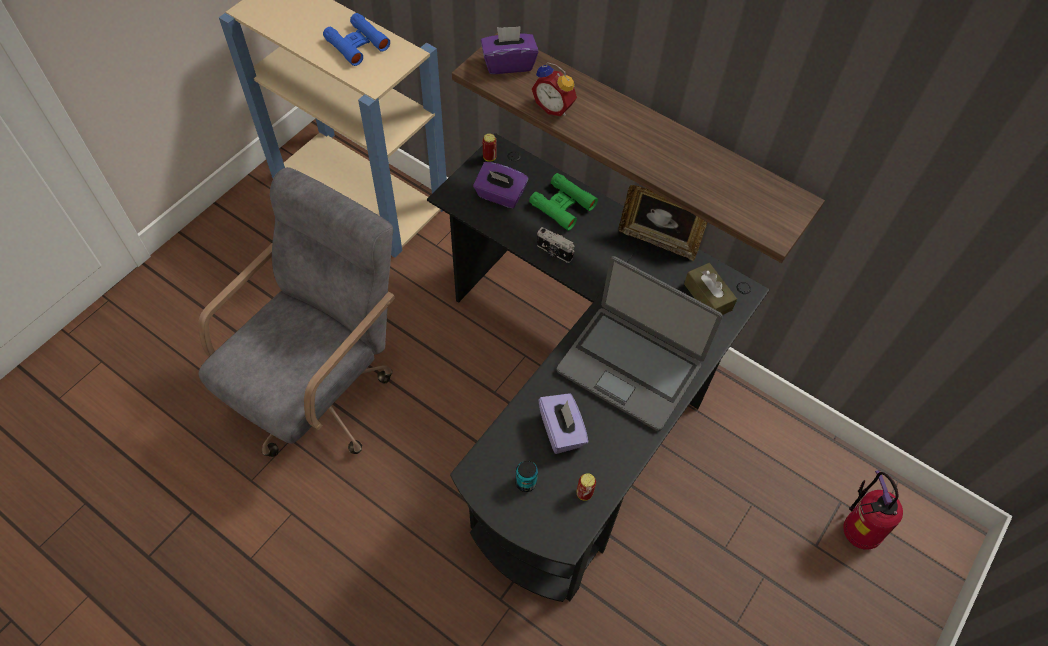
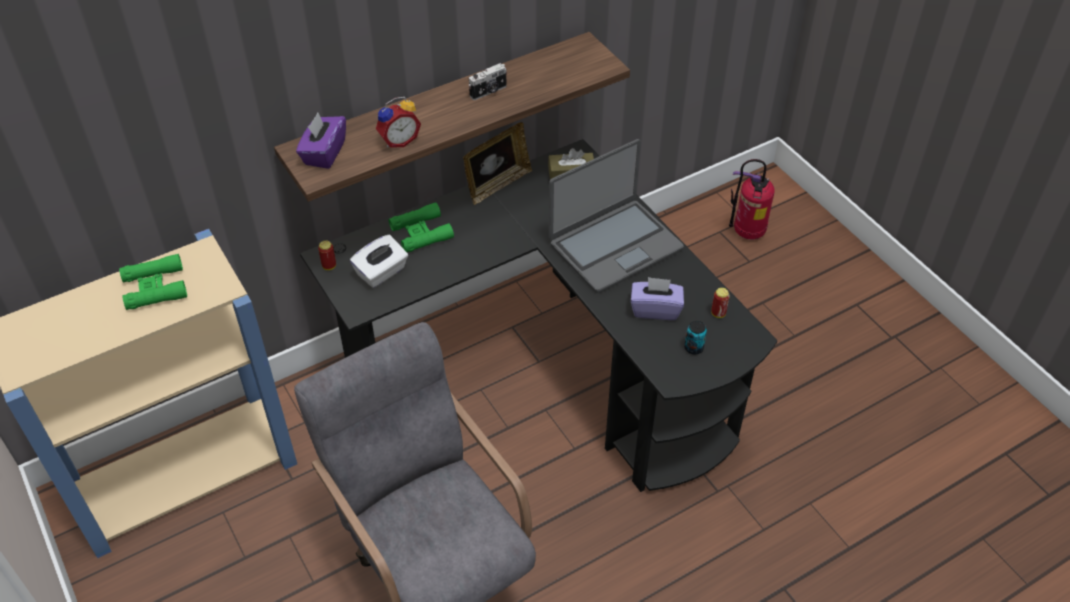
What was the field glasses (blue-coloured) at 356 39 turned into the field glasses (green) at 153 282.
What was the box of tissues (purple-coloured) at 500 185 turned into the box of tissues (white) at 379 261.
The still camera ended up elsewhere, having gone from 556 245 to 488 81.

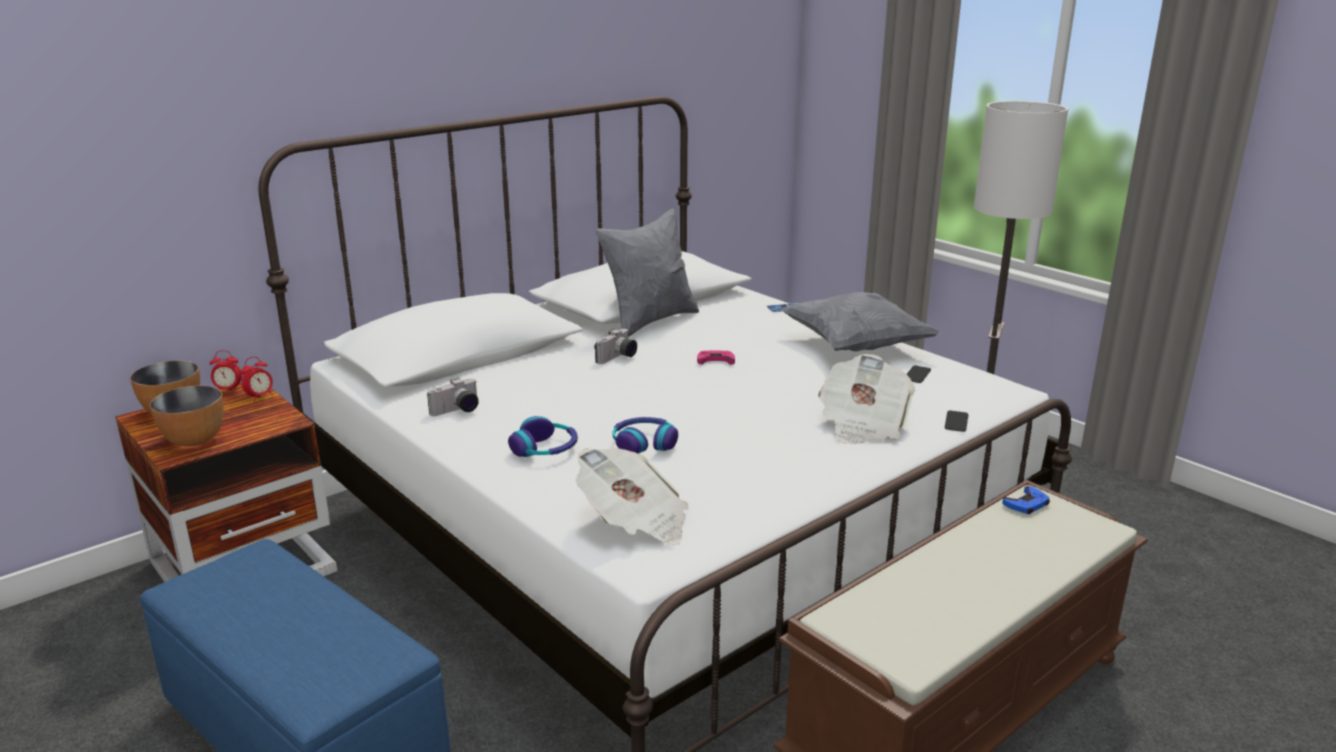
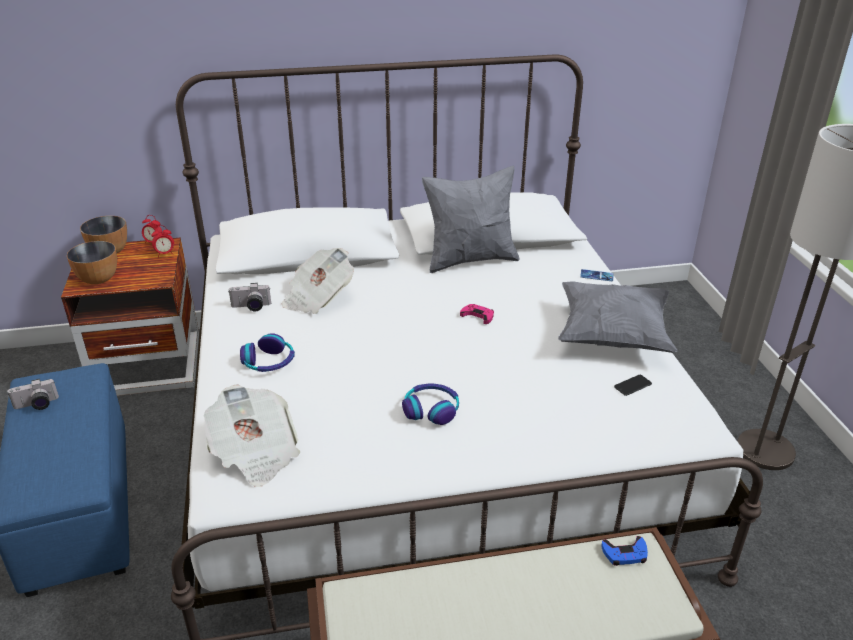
The still camera ended up elsewhere, having gone from 615 346 to 33 394.
The headphones ended up elsewhere, having gone from 645 435 to 430 404.
The printed paper ended up elsewhere, having gone from 866 399 to 318 281.
The second view lost the phone at 956 421.

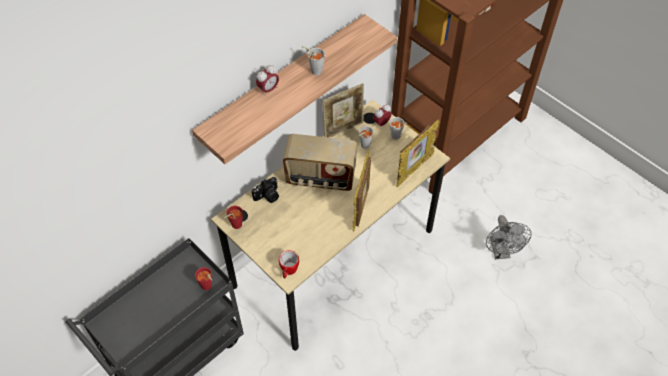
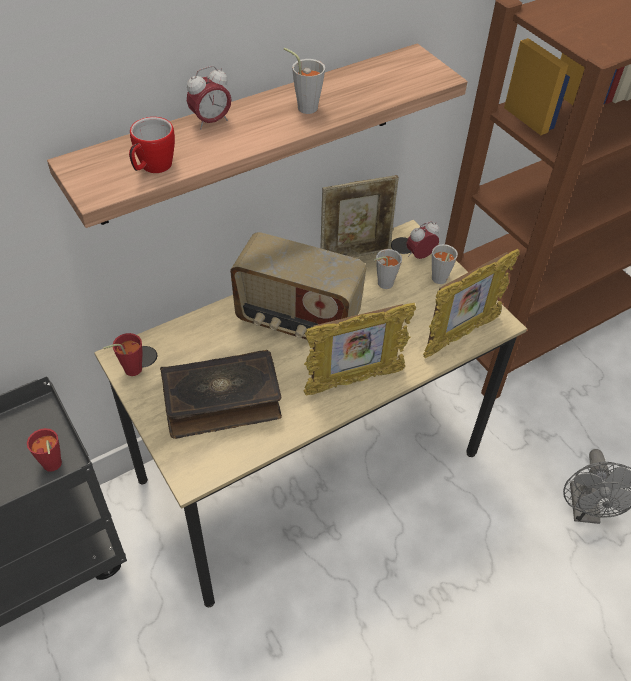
The second view lost the still camera at 265 190.
The mug ended up elsewhere, having gone from 289 264 to 152 145.
The standing frame at 362 191 ended up facing another way, 135 degrees counterclockwise from before.
The second view gained the volume at 221 394.

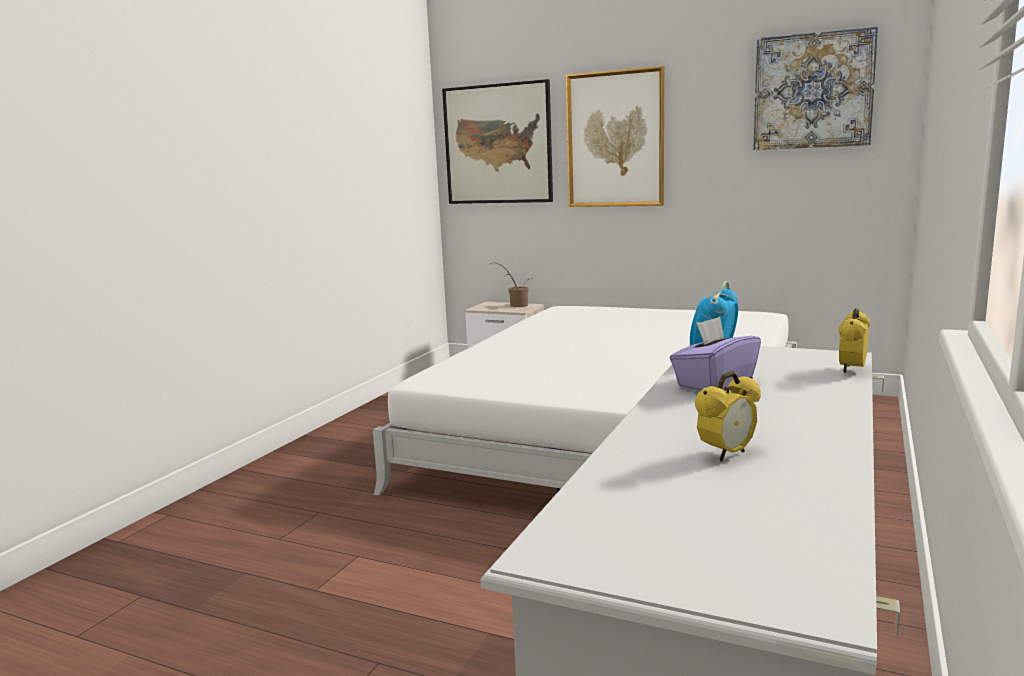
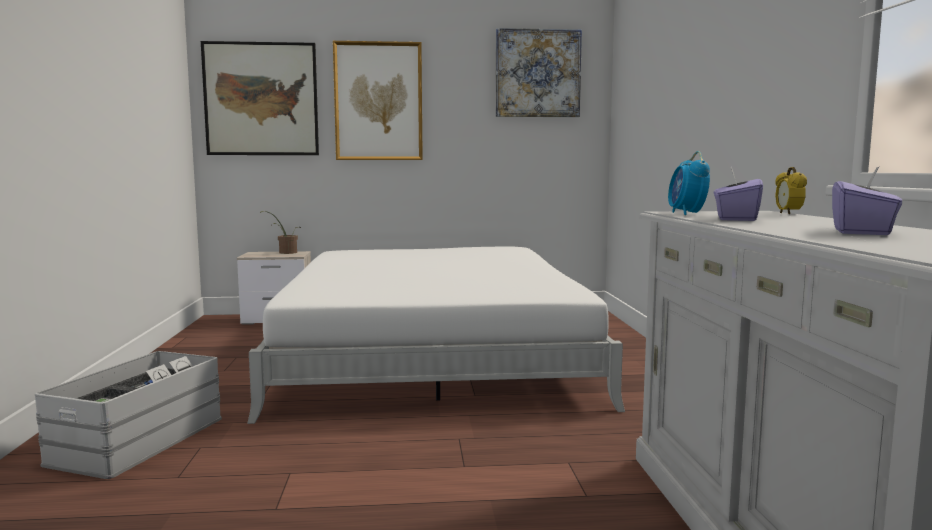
Where the table clock stood at 728 416, the box of tissues (purple-coloured) came to stand at 867 201.
The second view gained the storage container (gray) at 128 415.

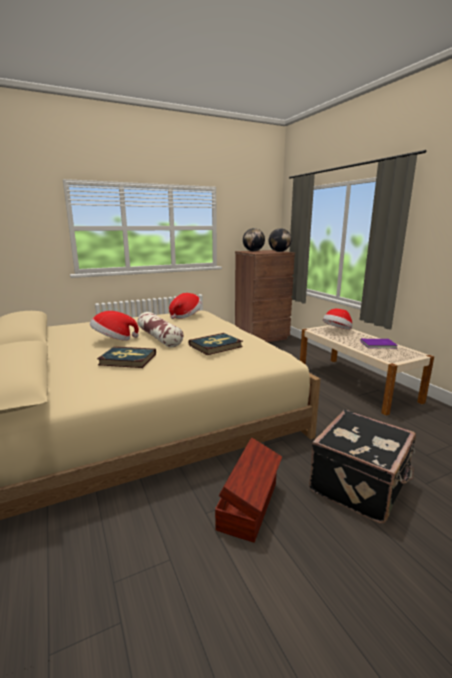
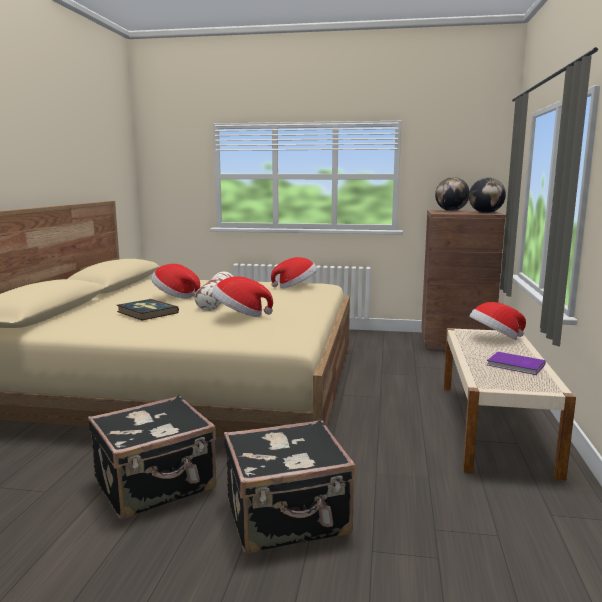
Where the volume stood at 216 344, the wearable hat came to stand at 242 296.
Where the storage container (brown) stood at 248 490, the piece of luggage (black-coloured) came to stand at 152 457.

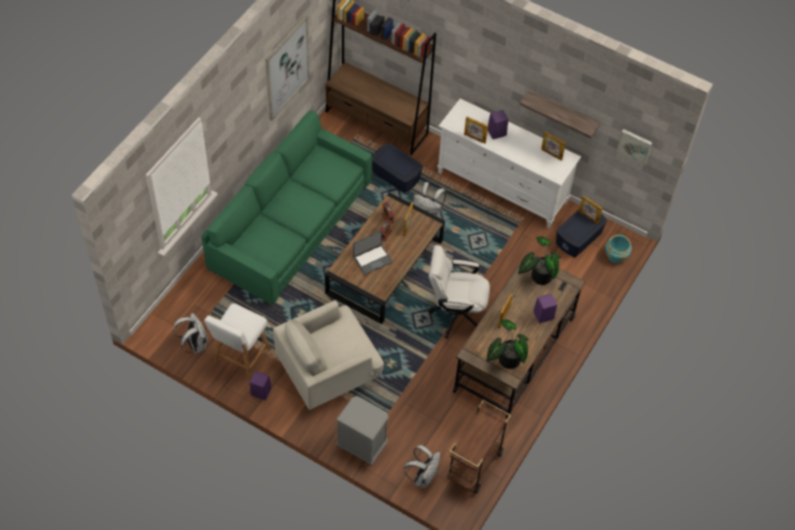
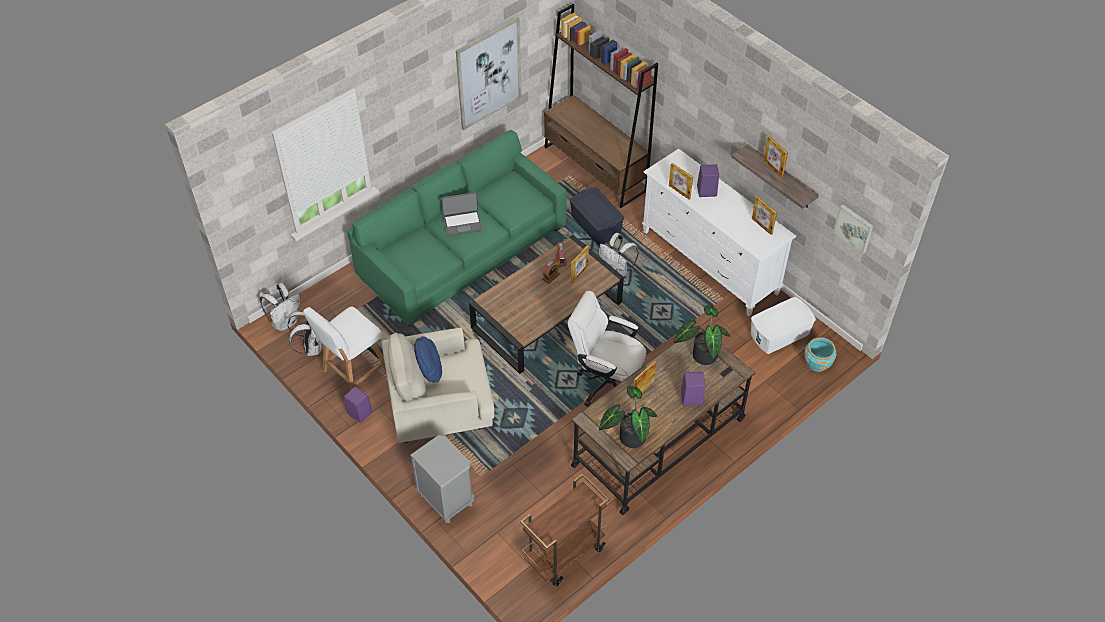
The laptop ended up elsewhere, having gone from 373 253 to 462 214.
The rucksack (white) ended up elsewhere, having gone from 422 466 to 280 307.
What was the storage container (blue-coloured) at 581 233 turned into the storage container (white) at 783 325.
The standing frame ended up elsewhere, having gone from 591 209 to 775 156.
The second view gained the pillow (blue-coloured) at 428 359.

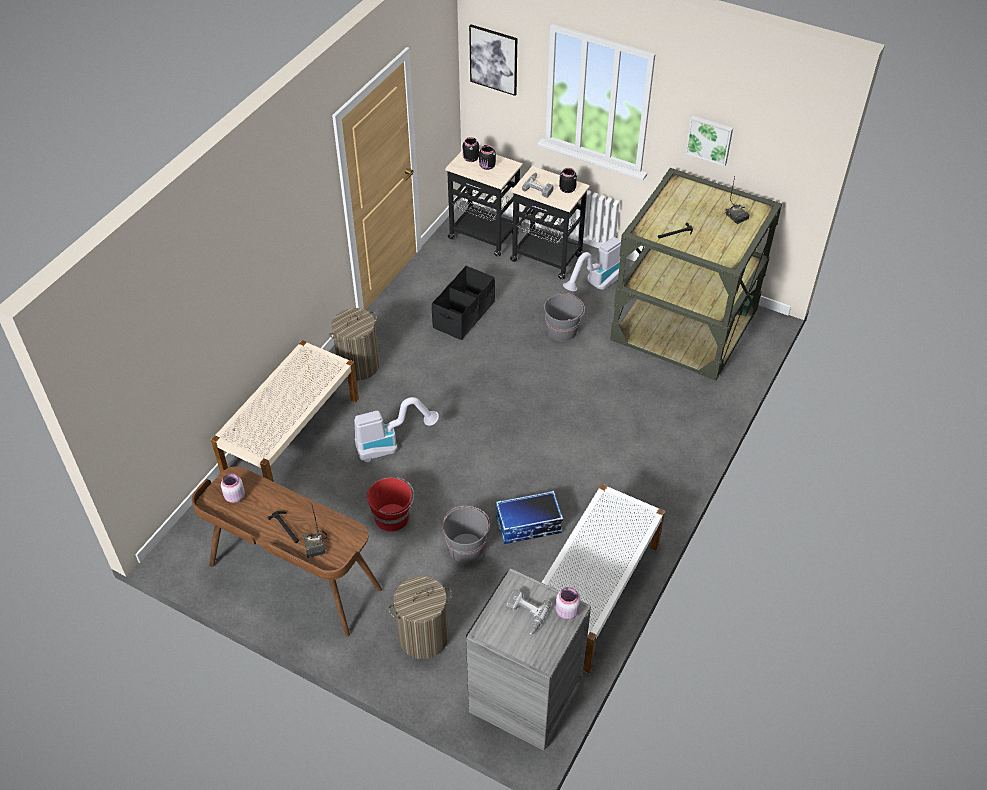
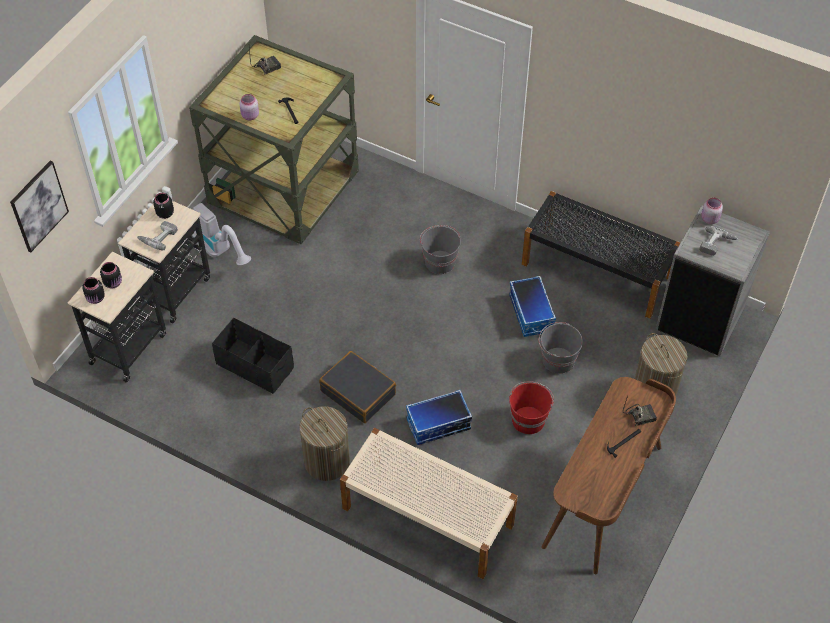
The preserve jar (pink) ended up elsewhere, having gone from 233 488 to 249 107.
Where the vacuum stood at 396 429, the storage container came to stand at 439 417.
What was the bench (white) at 603 578 turned into the bench (black-coloured) at 601 255.
The bucket (gray) ended up elsewhere, having gone from 564 317 to 440 250.
The second view lost the picture at 709 141.
The second view gained the piece of luggage (black-coloured) at 357 387.

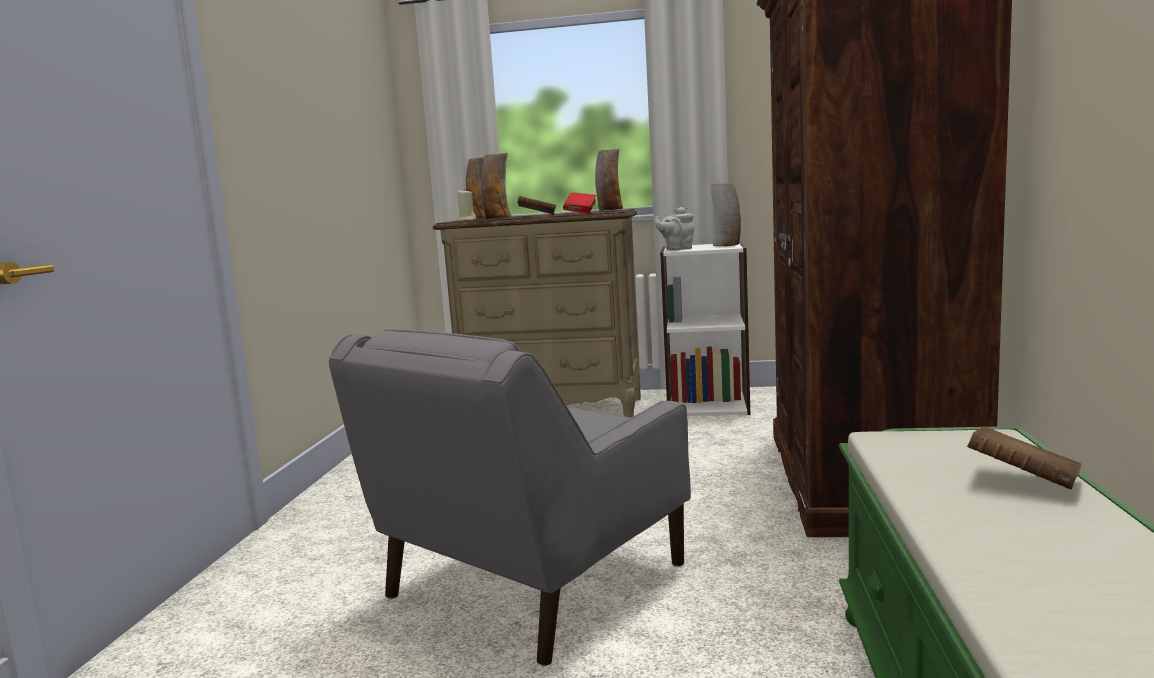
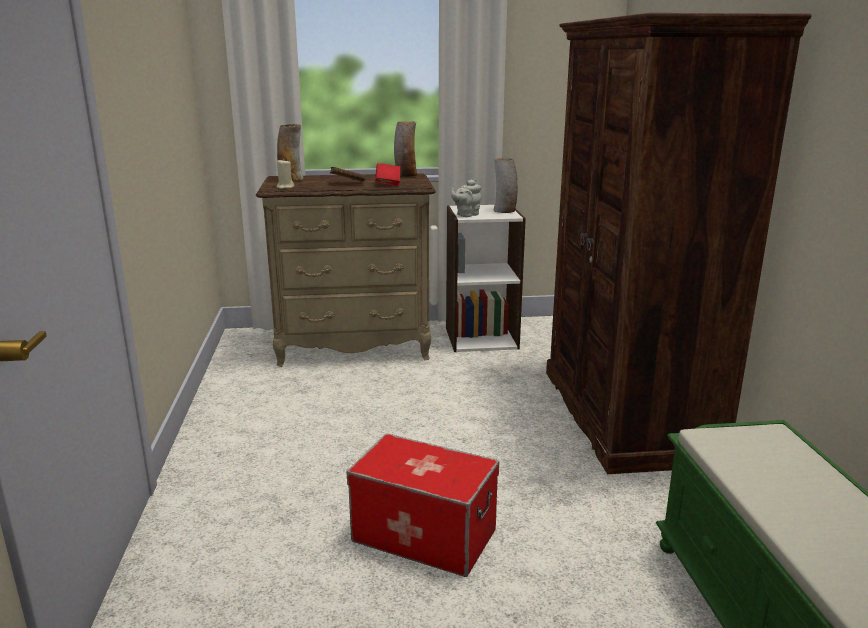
Where the easy chair (gray) stood at 510 497, the storage container came to stand at 422 505.
The second view lost the vase at 496 186.
The second view lost the volume (brown) at 1024 457.

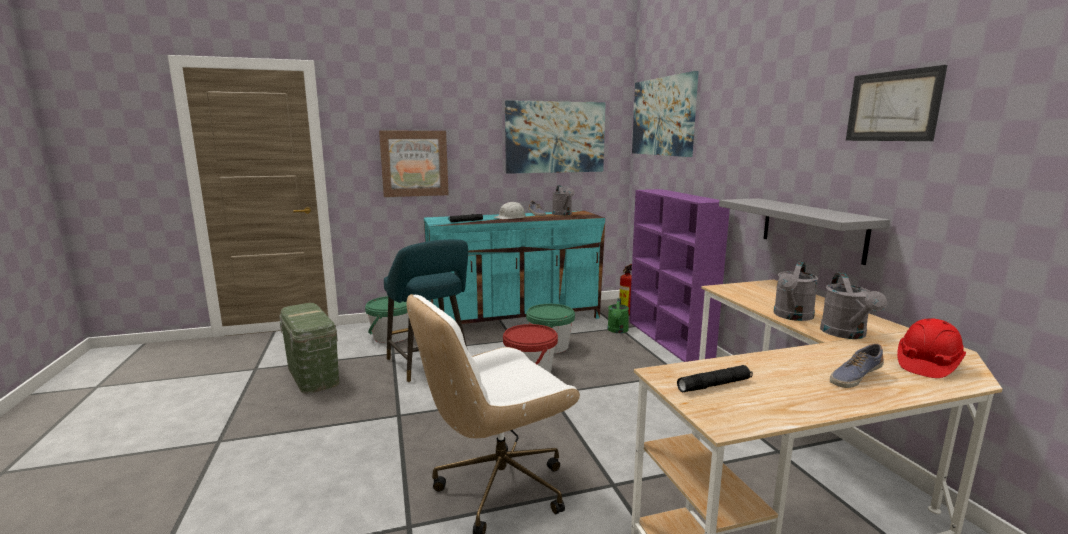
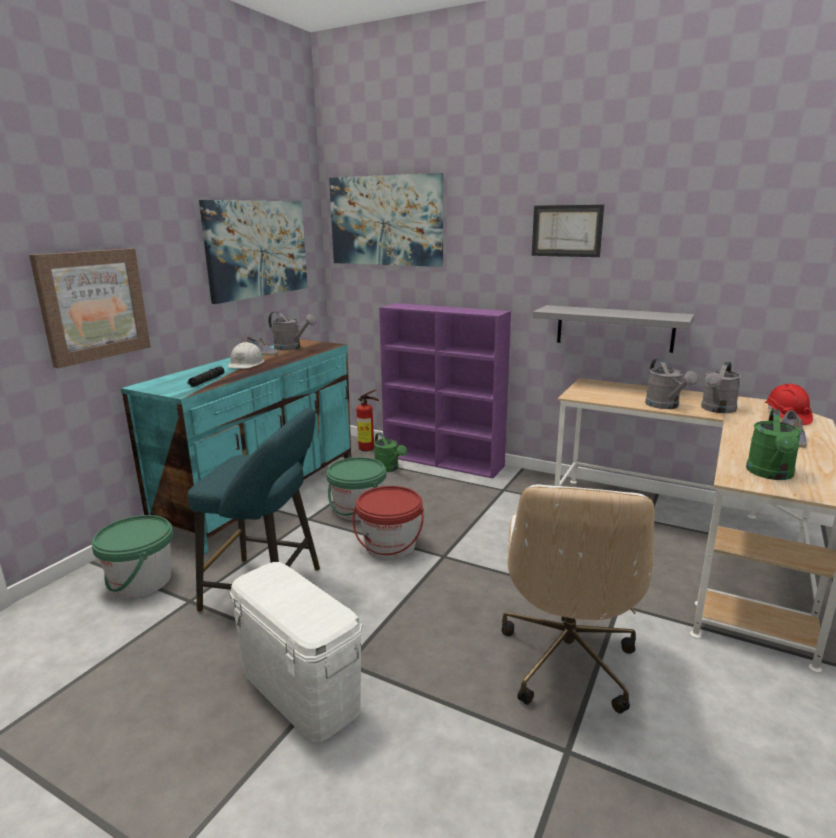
The second view lost the storage container (green) at 309 348.
Where the flashlight (black-coloured) stood at 715 379, the sprinkling can (green) came to stand at 774 444.
The sprinkling can (gray) at 853 305 ended up facing another way, 75 degrees clockwise from before.
The picture ended up elsewhere, having gone from 896 103 to 568 231.
The second view gained the storage container (white) at 295 652.

